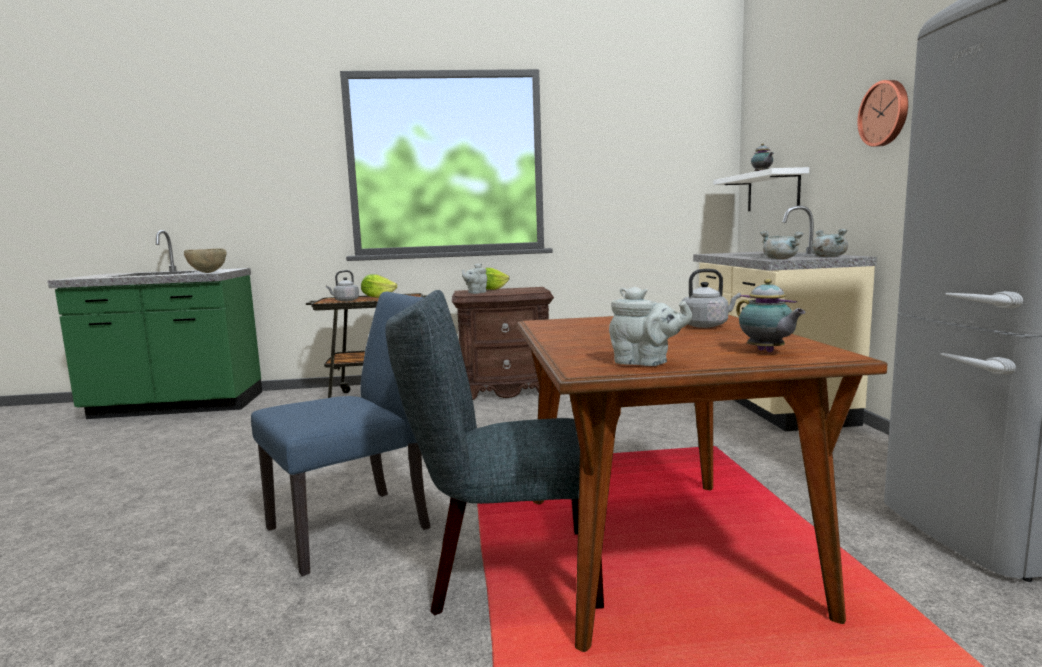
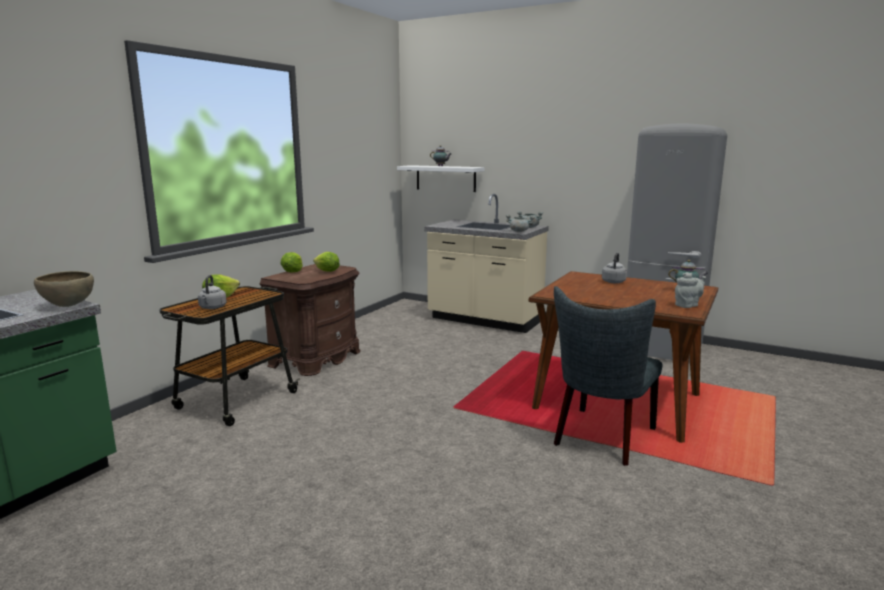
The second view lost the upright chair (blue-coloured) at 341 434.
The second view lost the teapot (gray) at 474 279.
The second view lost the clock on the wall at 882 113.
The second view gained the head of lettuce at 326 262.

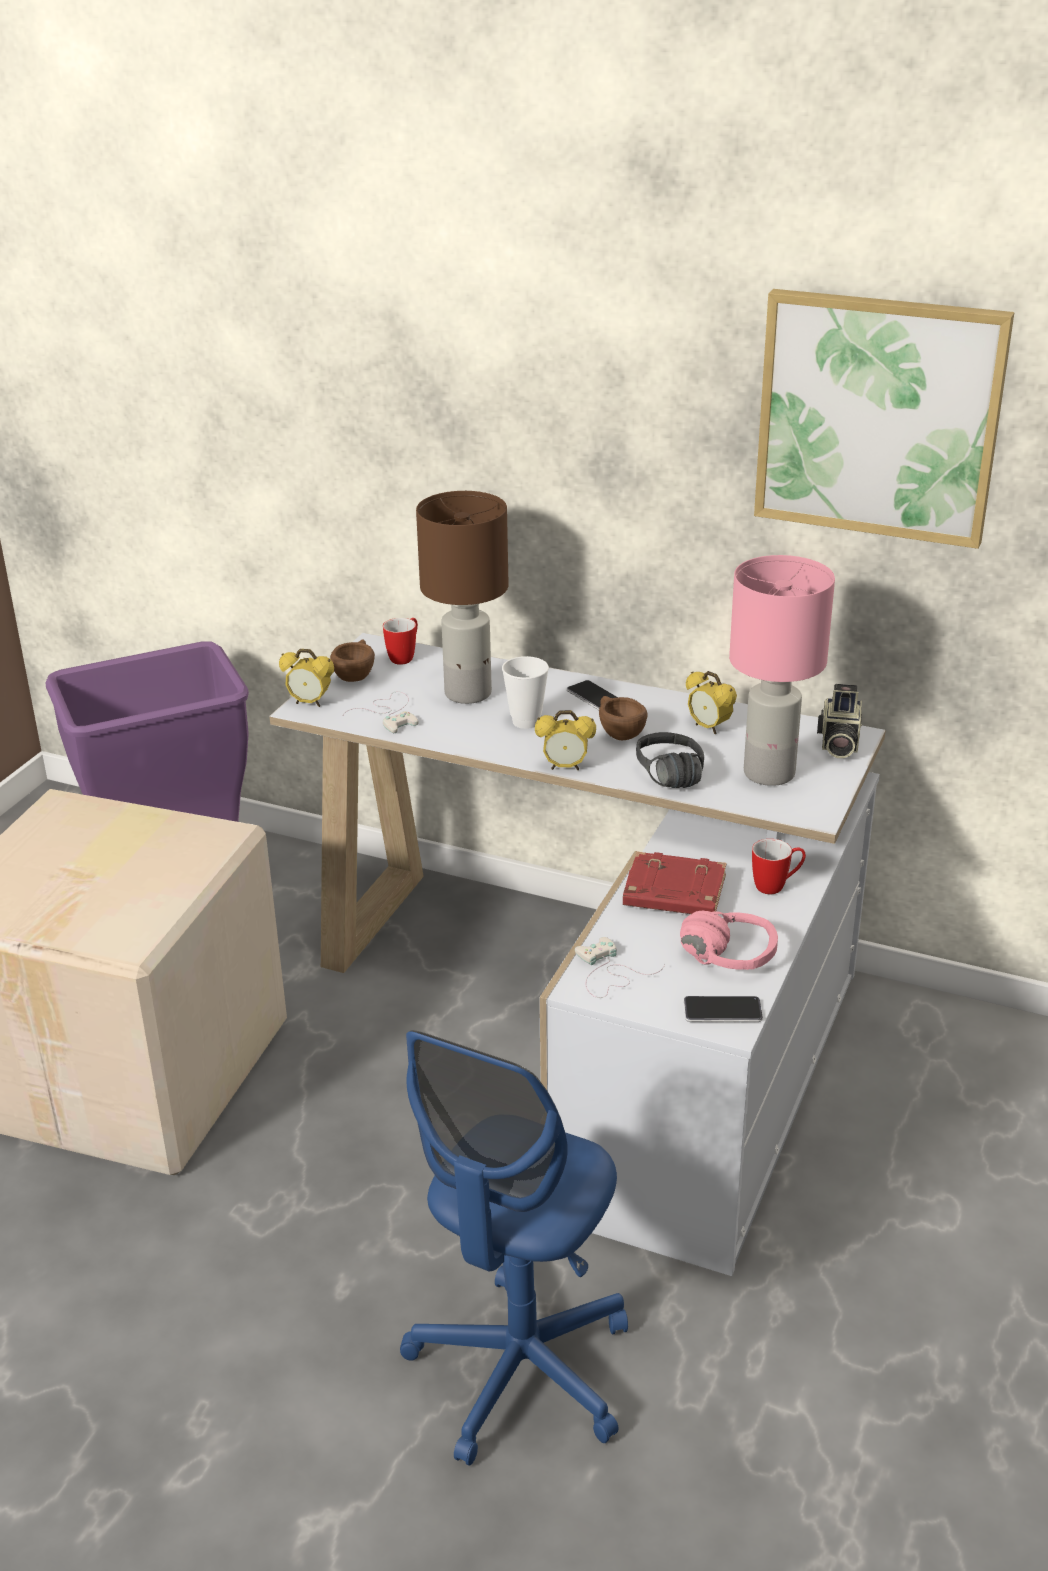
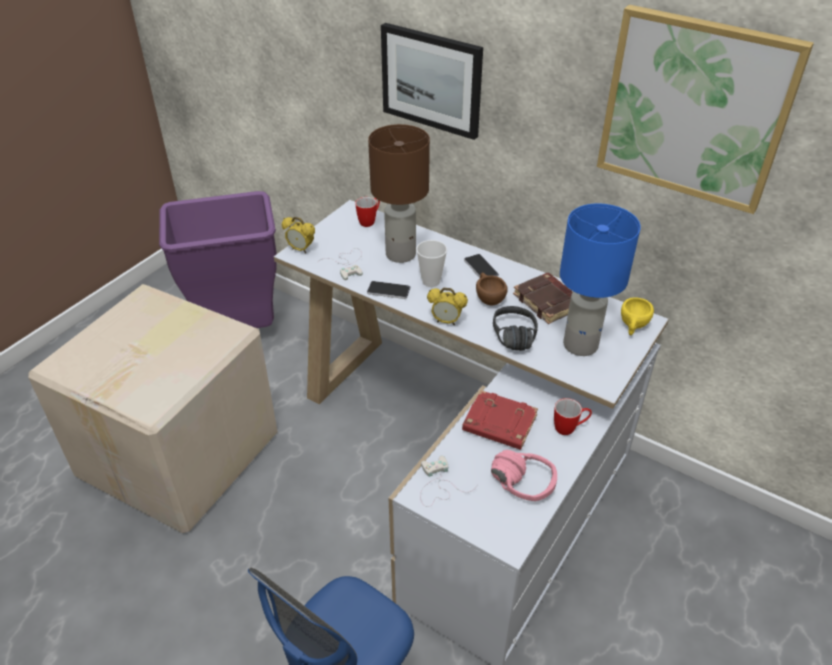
The second view lost the cup (brown) at 352 660.
The phone ended up elsewhere, having gone from 723 1009 to 388 290.
Where the table clock stood at 711 702, the volume (brown) came to stand at 543 298.
What was the lamp for a table (pink) at 782 670 turned into the lamp for a table (blue-coloured) at 600 279.
Where the still camera stood at 839 721, the cup (yellowish) came to stand at 637 316.
The second view gained the picture at 432 81.

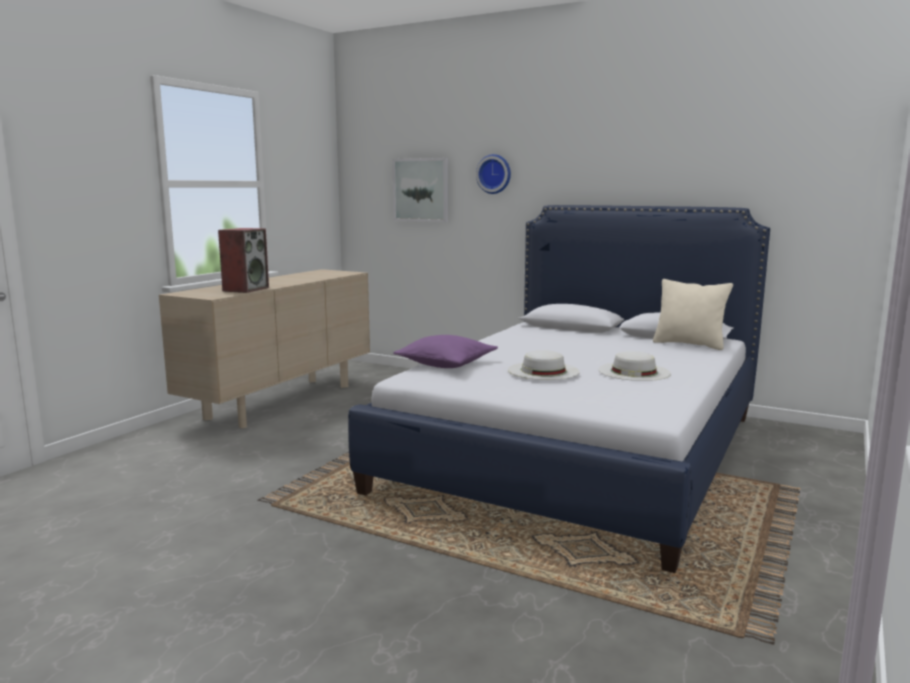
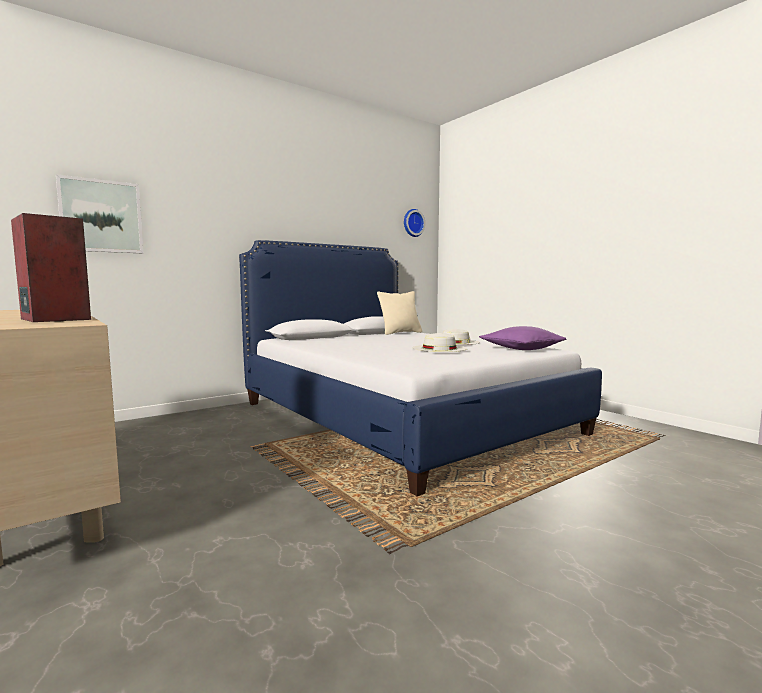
The pillow (purple-coloured) ended up elsewhere, having gone from 445 351 to 522 338.
The clock on the wall ended up elsewhere, having gone from 493 174 to 415 223.

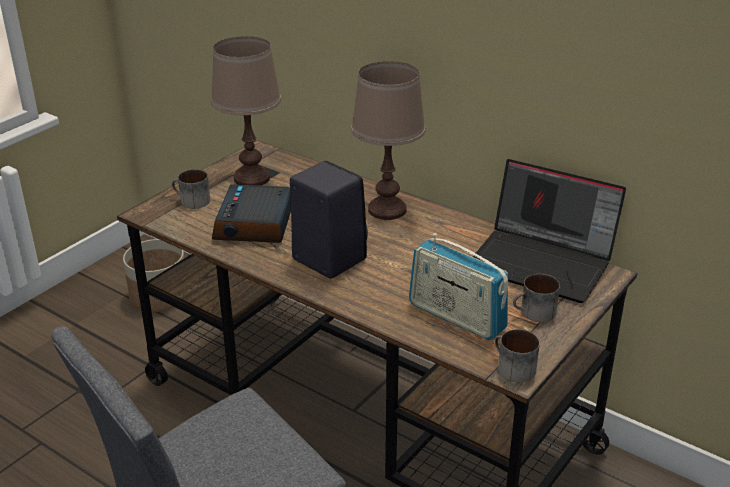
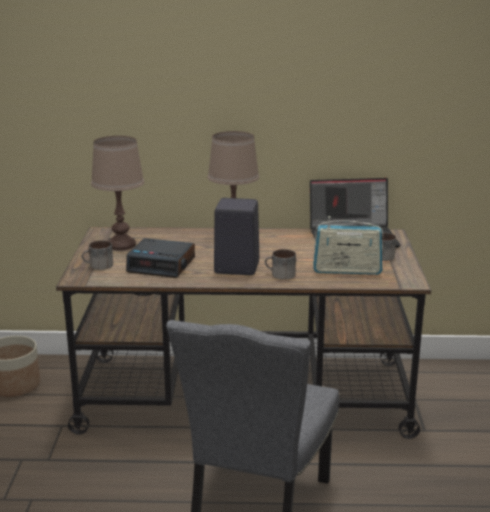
The table clock at 251 213 ended up facing another way, 45 degrees counterclockwise from before.
The mug ended up elsewhere, having gone from 517 356 to 280 264.

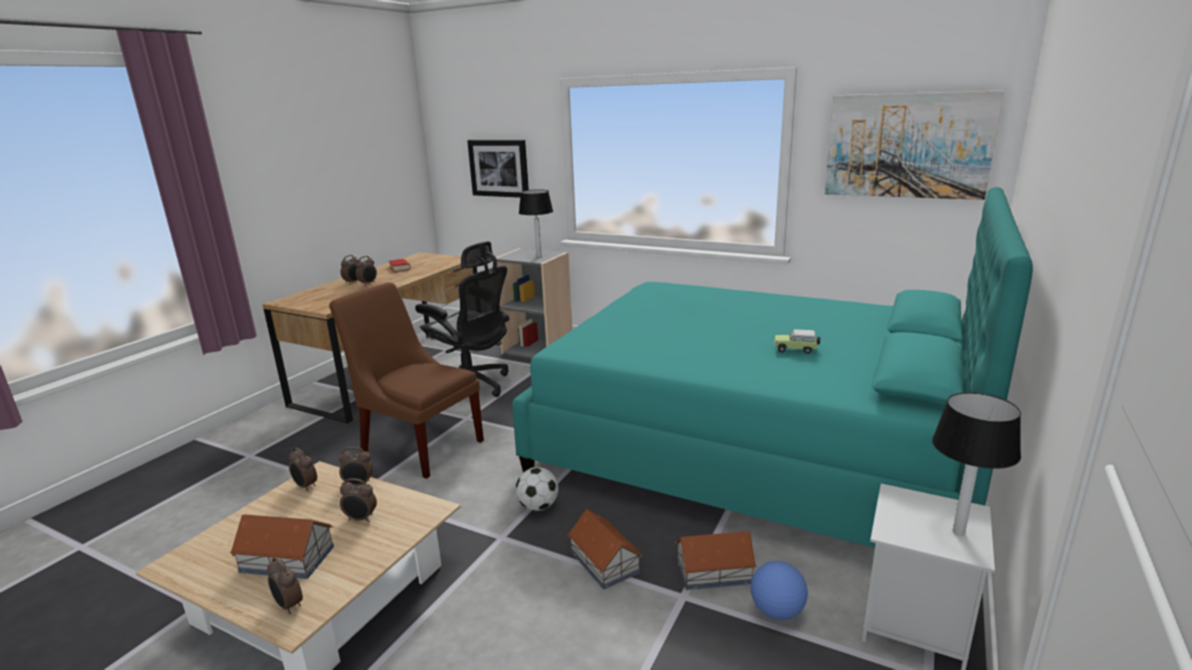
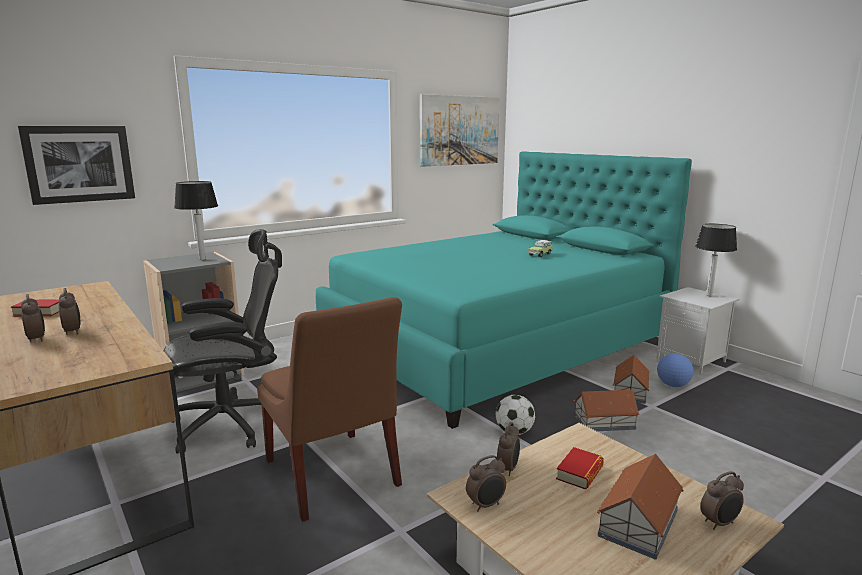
The upright chair (brown) at 406 380 ended up facing another way, 90 degrees counterclockwise from before.
Where the table clock stood at 358 500, the volume came to stand at 580 468.

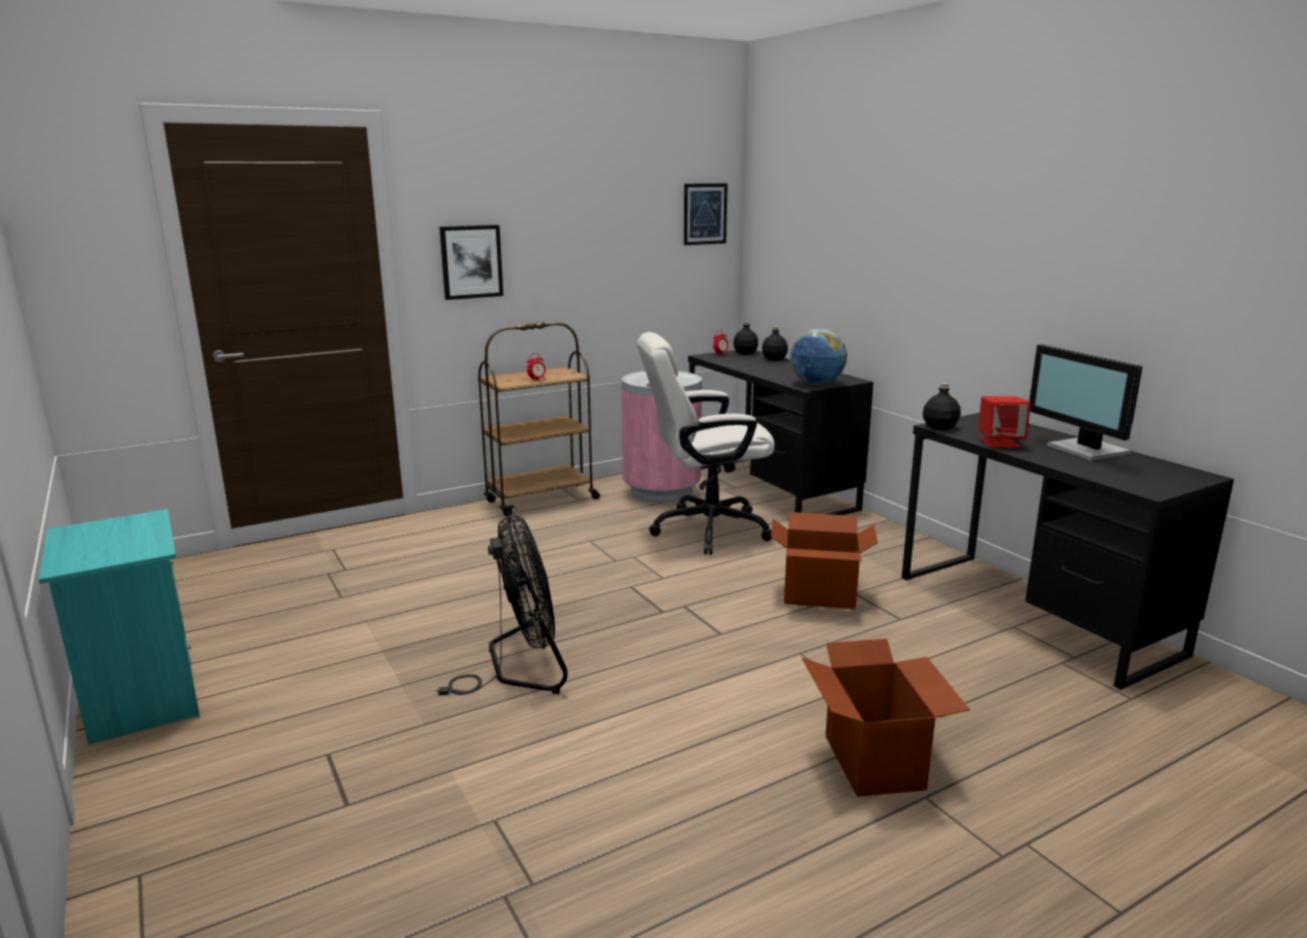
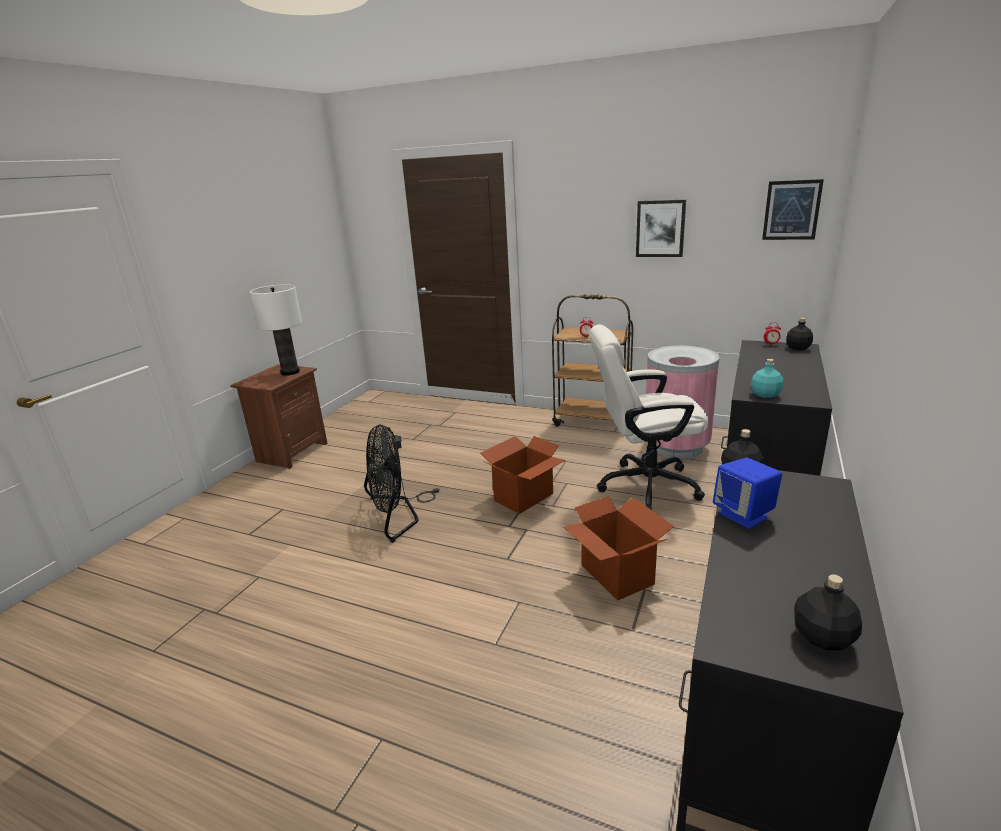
What was the night table (turquoise-coloured) at 119 627 turned into the night table (brown) at 279 416.
The electric fan (black-coloured) at 501 604 ended up facing another way, 120 degrees clockwise from before.
The picture ended up elsewhere, having gone from 471 262 to 661 228.
The desk chair (white) at 706 443 ended up facing another way, 45 degrees counterclockwise from before.
The bottle (black-coloured) ended up elsewhere, having gone from 775 343 to 828 612.
Where the world globe stood at 818 357, the bottle (turquoise-coloured) came to stand at 767 378.
The packing box ended up elsewhere, having gone from 886 718 to 523 475.
What was the loudspeaker (red-coloured) at 1004 422 turned into the loudspeaker (blue-coloured) at 747 493.
The second view lost the computer display at 1086 402.
The second view gained the lamp for a table (white) at 276 330.

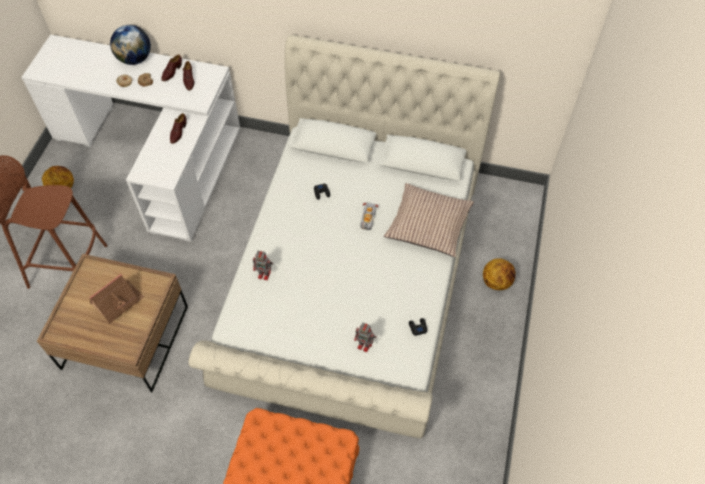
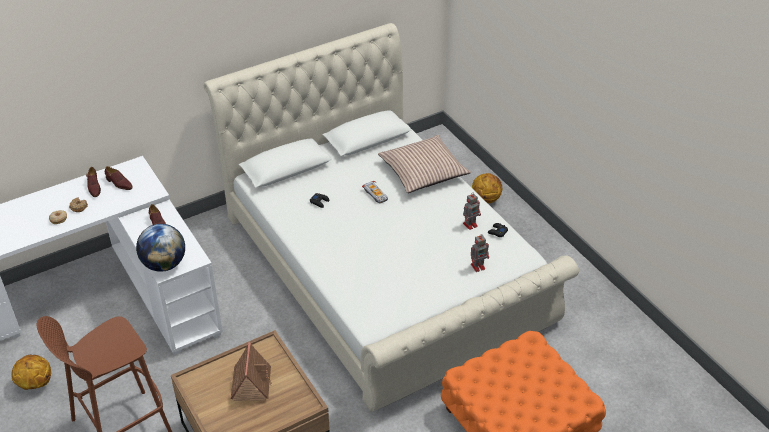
The world globe ended up elsewhere, having gone from 130 45 to 160 248.
The robot figure ended up elsewhere, having gone from 263 265 to 472 211.

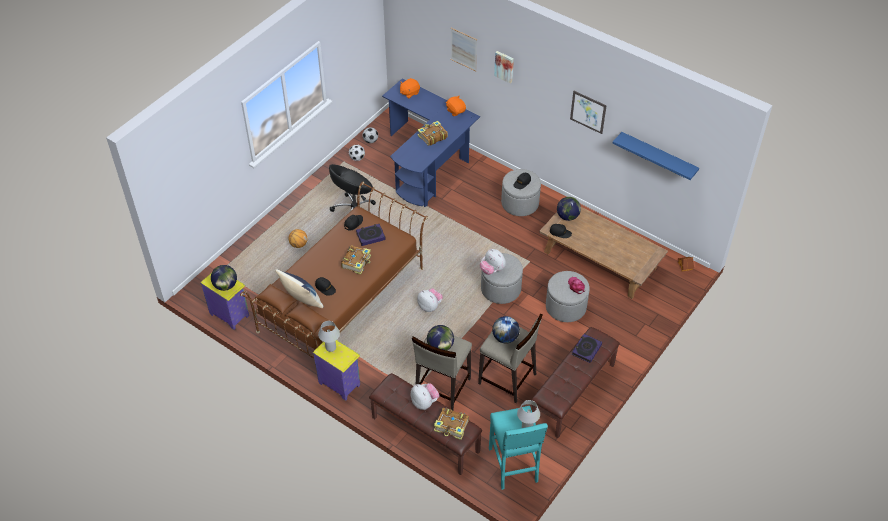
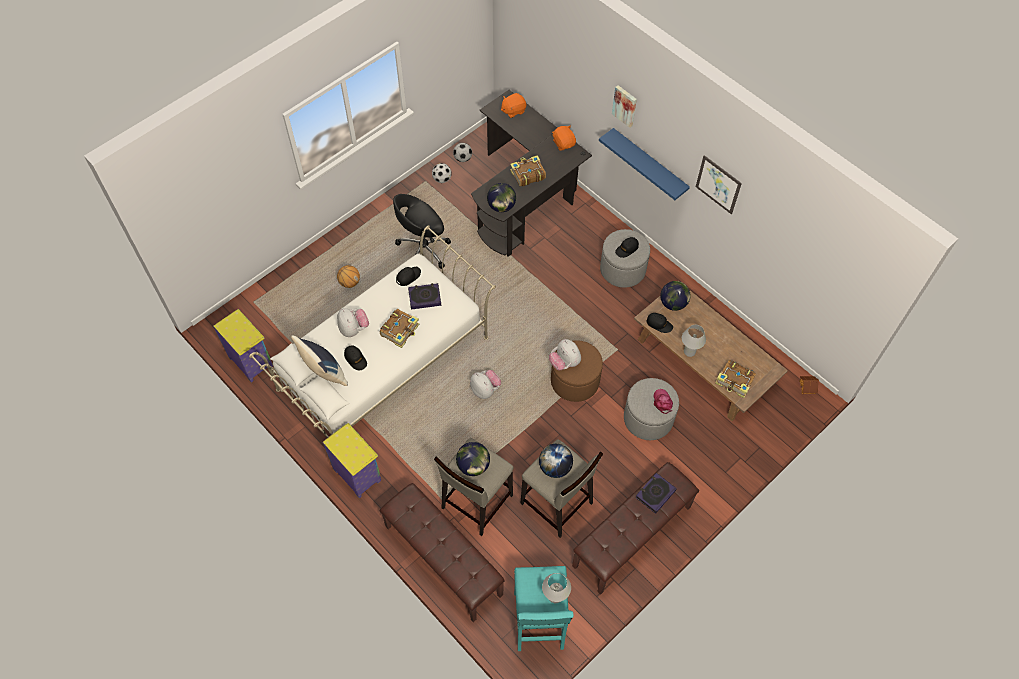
The world globe ended up elsewhere, having gone from 224 278 to 501 197.
What was the bedroom bed (brown) at 334 269 turned into the bedroom bed (white) at 372 331.
The lamp for a table (white) ended up elsewhere, having gone from 329 336 to 694 341.
What was the desk unit (blue-coloured) at 431 142 turned into the desk unit (black-coloured) at 531 173.
The soft toy ended up elsewhere, having gone from 425 396 to 353 322.
The volume ended up elsewhere, having gone from 451 424 to 735 379.
The second view lost the picture at 463 49.
What was the ottoman (gray) at 502 278 turned into the ottoman (brown) at 577 371.
The bracket shelf (blue-coloured) ended up elsewhere, having gone from 655 156 to 644 164.

